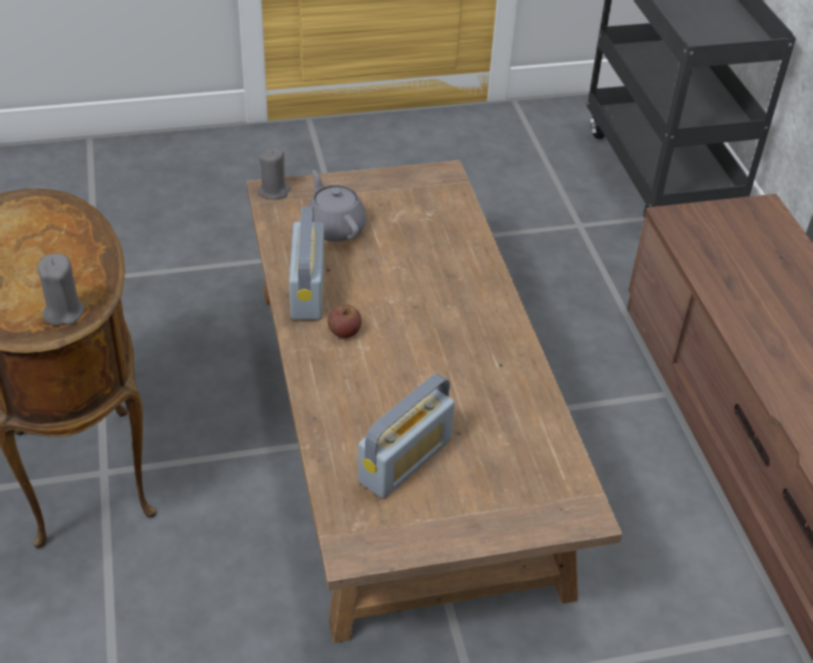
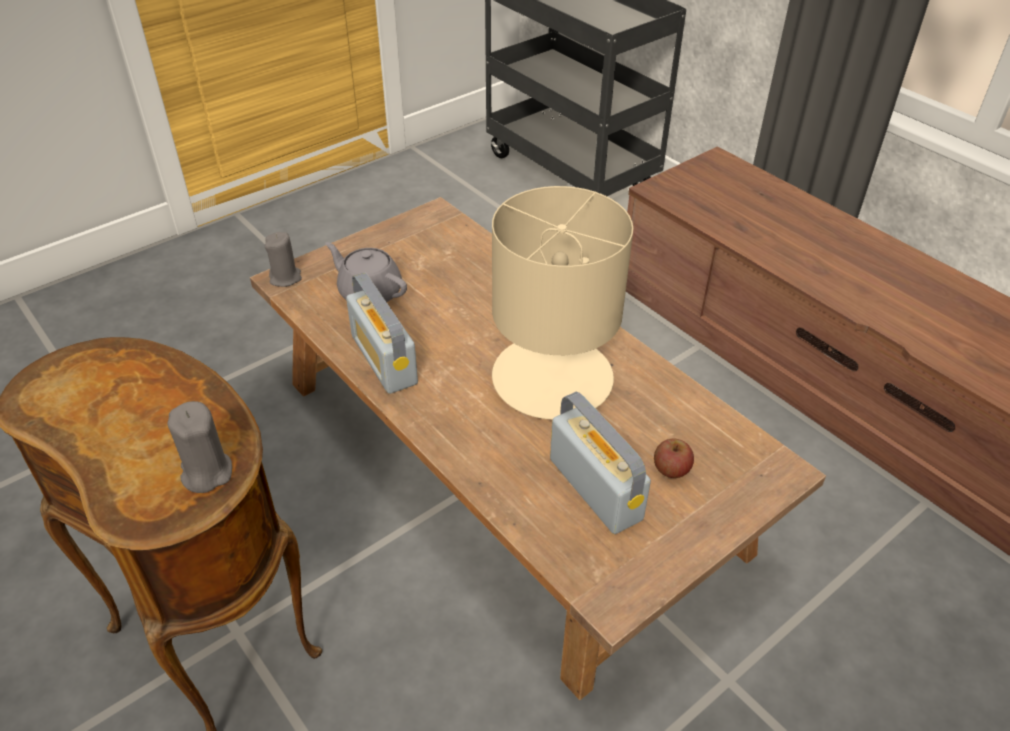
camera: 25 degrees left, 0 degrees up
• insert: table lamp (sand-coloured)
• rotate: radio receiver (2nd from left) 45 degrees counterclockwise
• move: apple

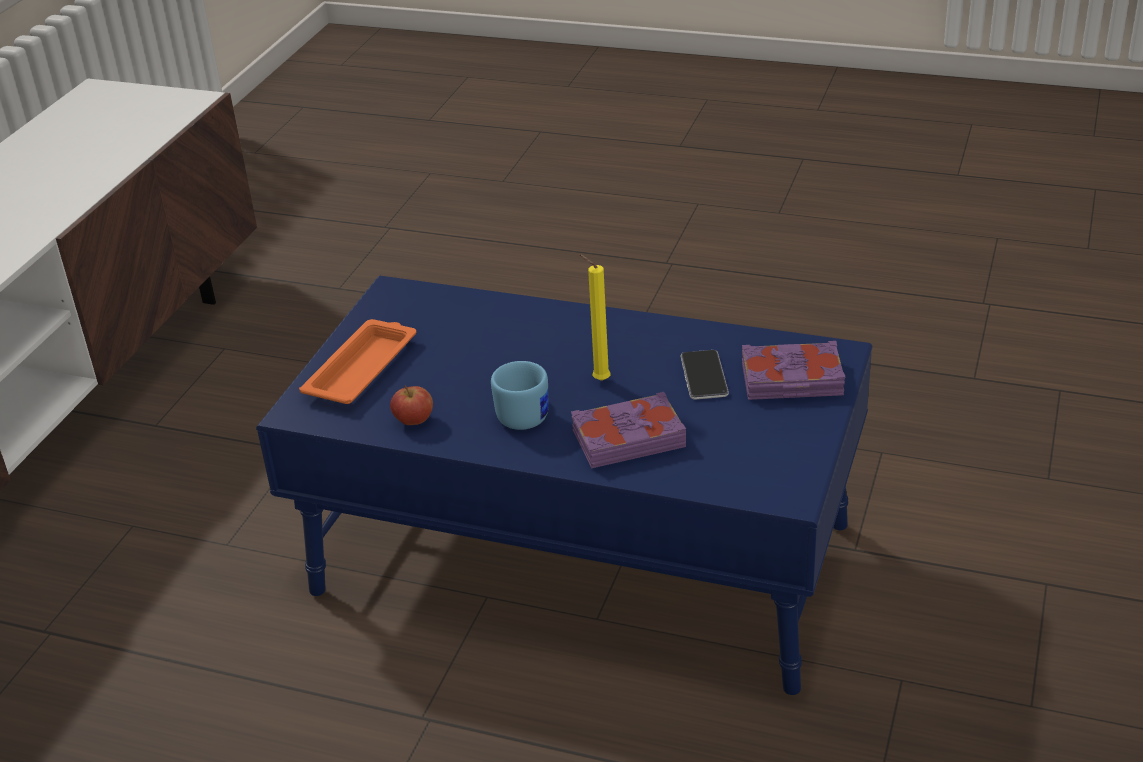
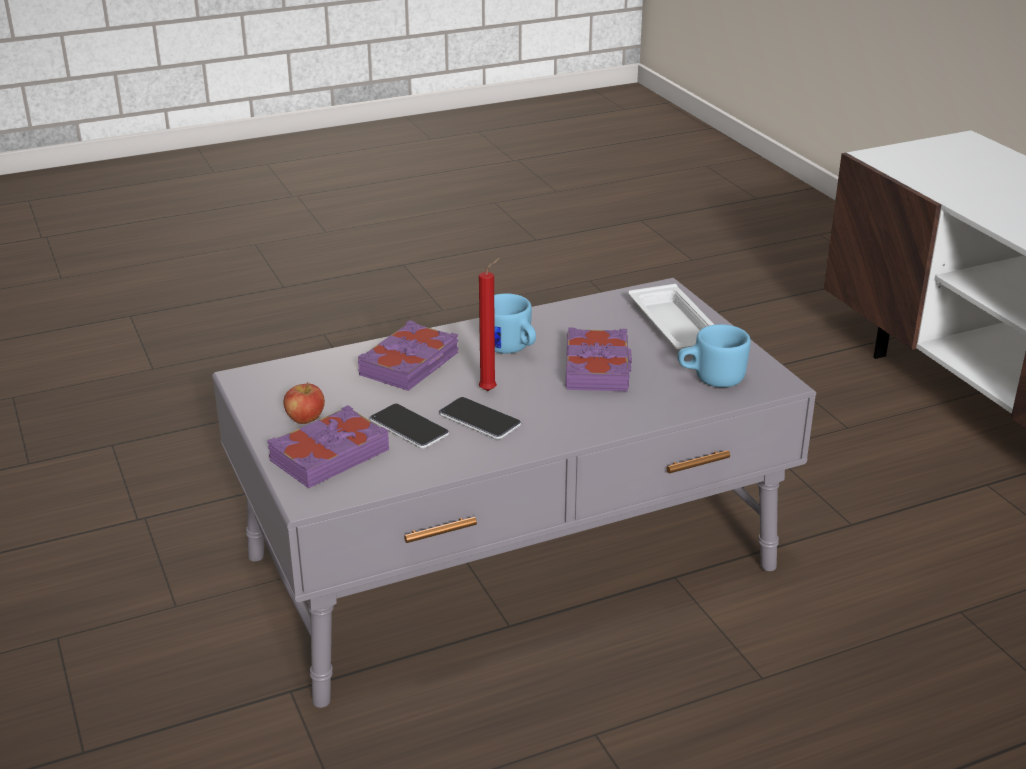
camera: 135 degrees right, 5 degrees down
• recolor: lounge table (bluish) to lounge table (greyish)
• move: apple
• insert: handset (2nd from left)
• recolor: wax candle (yellowish) to wax candle (reddish)
• insert: bound book (purple-coloured) (3rd from left)
• recolor: serving tray (orangey) to serving tray (white-coloured)
• insert: tea mug (bluish) (2nd from left)

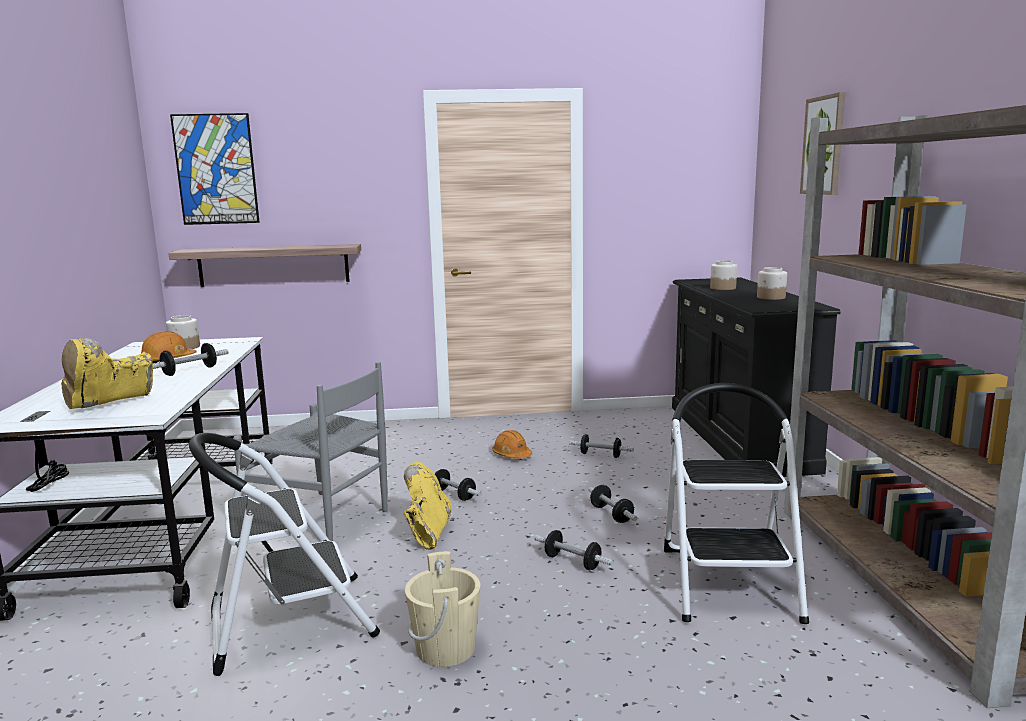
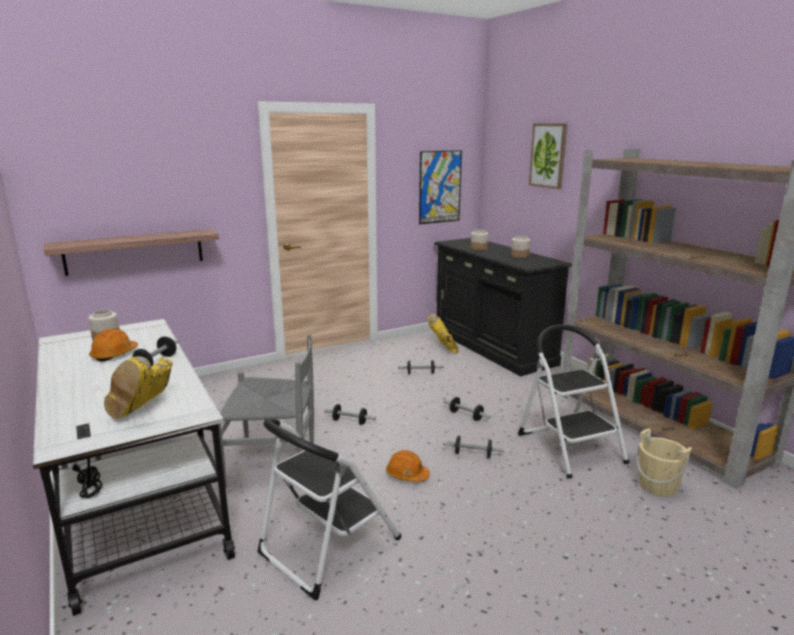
camera: 25 degrees left, 5 degrees up
• move: hard hat (orangey) (2nd from left)
• move: picture (1st from left)
• move: tall boot (yellowish) (2nd from left)
• move: water bucket (sand-coloured)

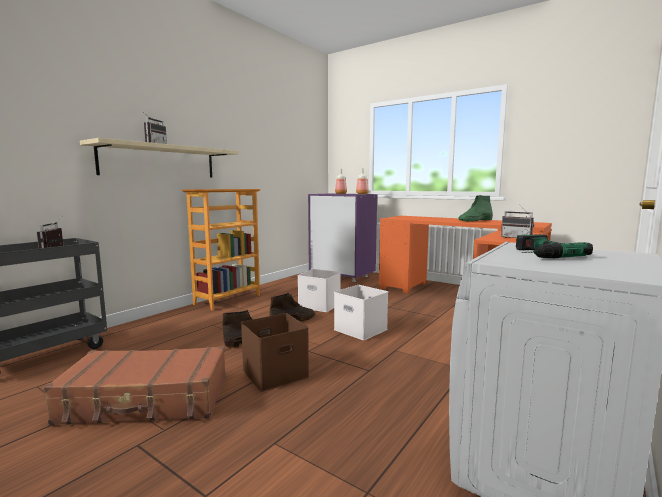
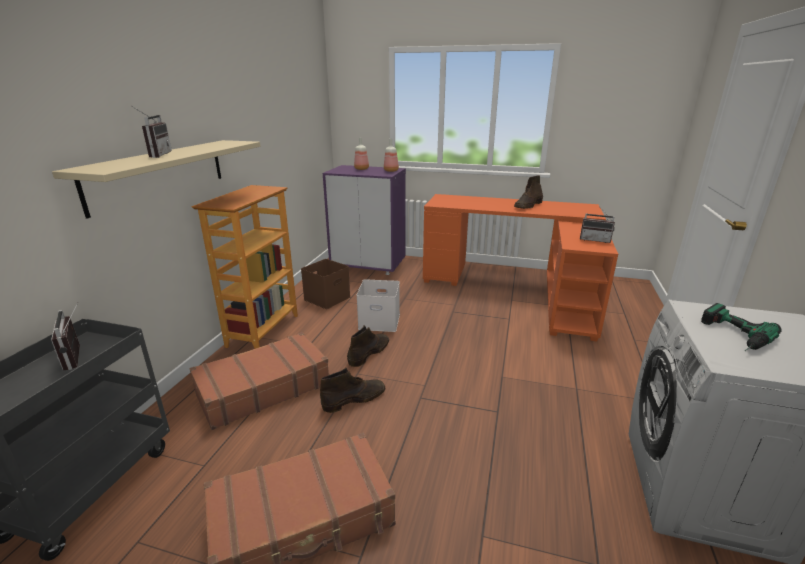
camera: 20 degrees left, 15 degrees up
• insert: travel case (brownish) (1st from left)
• move: storage bin (brownish)
• recolor: tall boot (greenish) to tall boot (brownish) (3rd from left)
• delete: storage bin (white-coloured) (2nd from left)

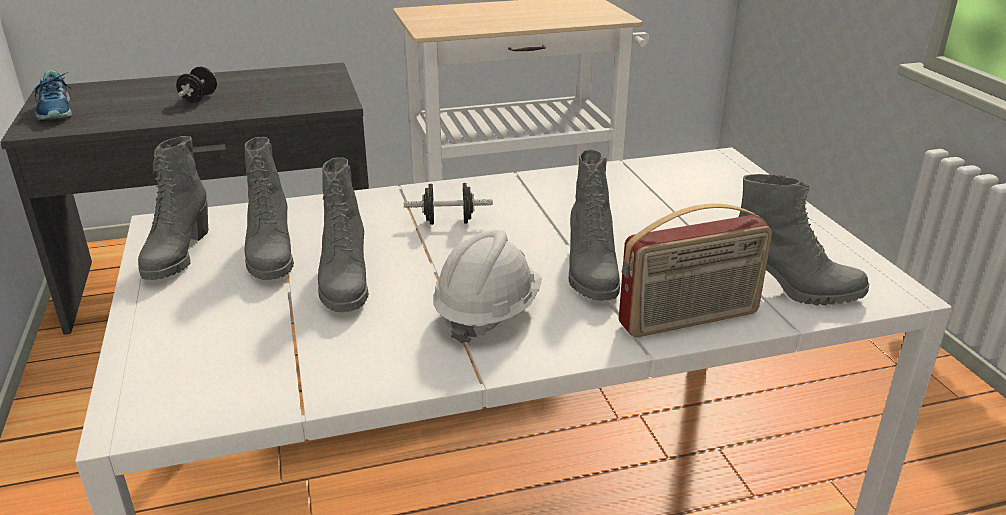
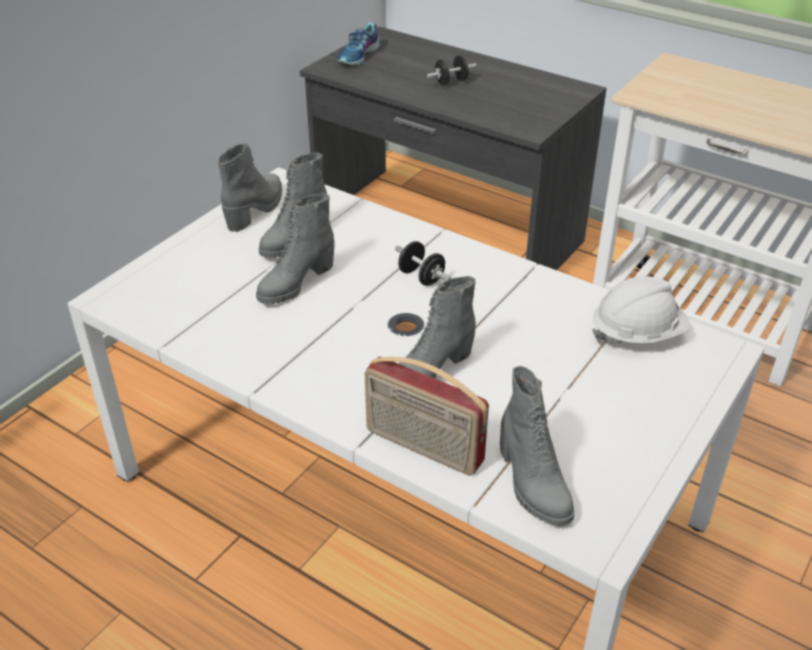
camera: 50 degrees right, 10 degrees up
• rotate: tall boot (greyish) (1st from left) 150 degrees clockwise
• move: hard hat (white-coloured)

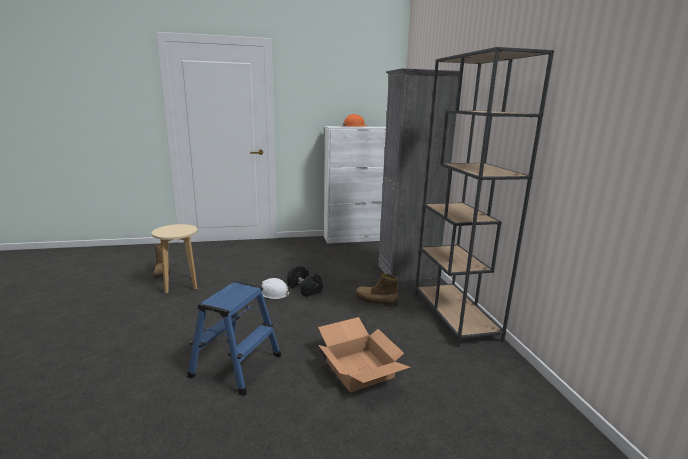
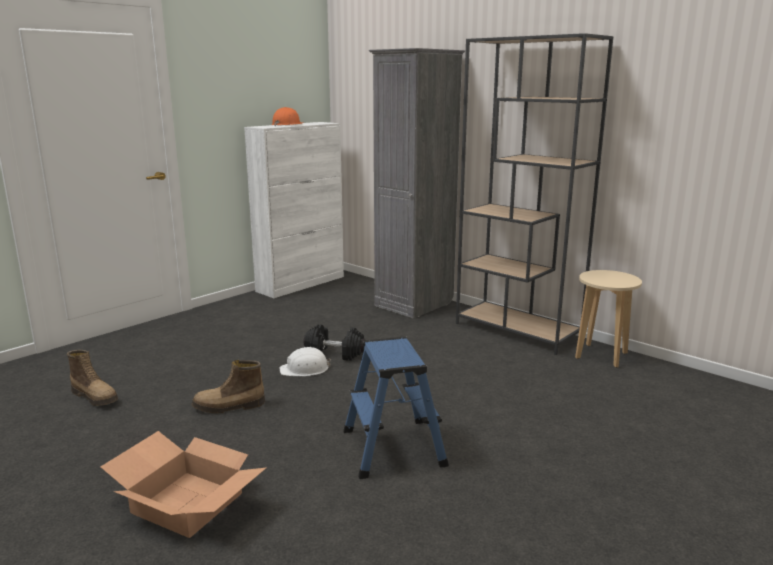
camera: 35 degrees left, 0 degrees up
• move: carton
• move: tall boot (2nd from left)
• move: sitting stool (sand-coloured)

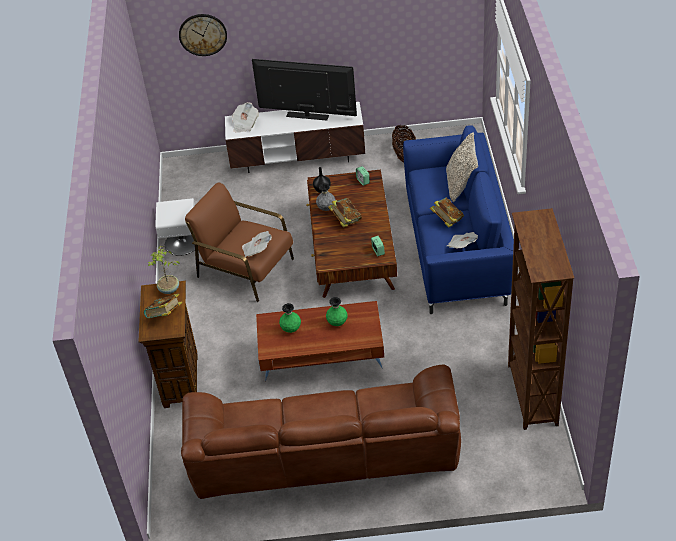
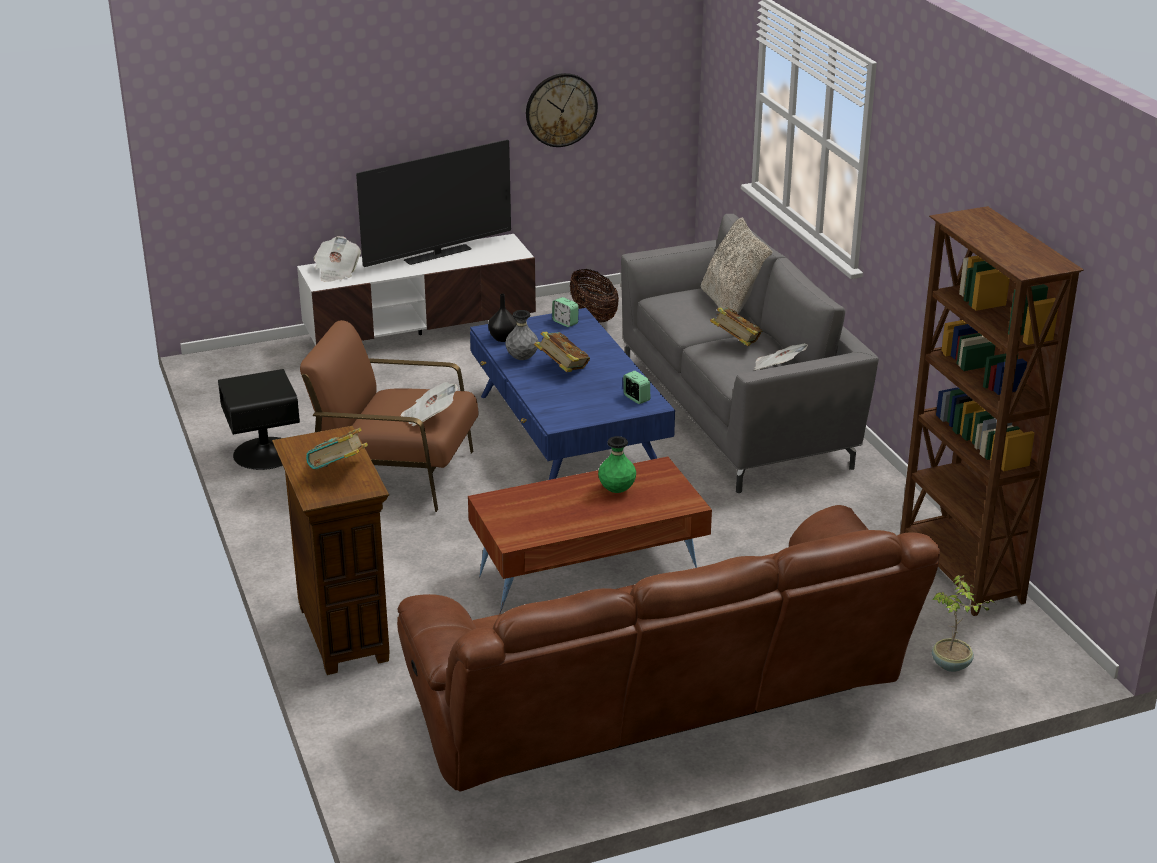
camera: 20 degrees left, 15 degrees down
• recolor: bedside table (white-coloured) to bedside table (blackish)
• rotate: television 150 degrees clockwise
• recolor: lounge table (brownish) (2nd from left) to lounge table (bluish)
• move: clock on the wall
• recolor: settee (bluish) to settee (greyish)
• move: potted plant
• delete: vase (greenish) (1st from left)

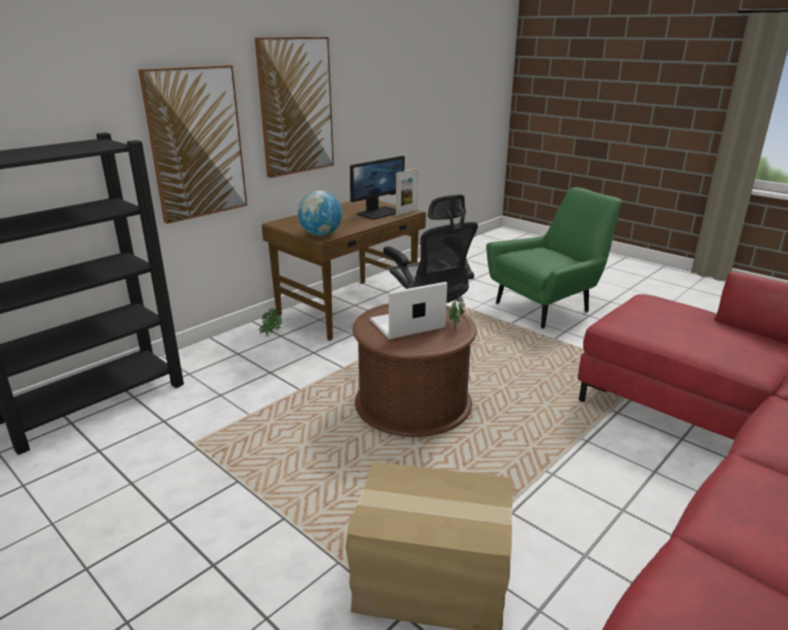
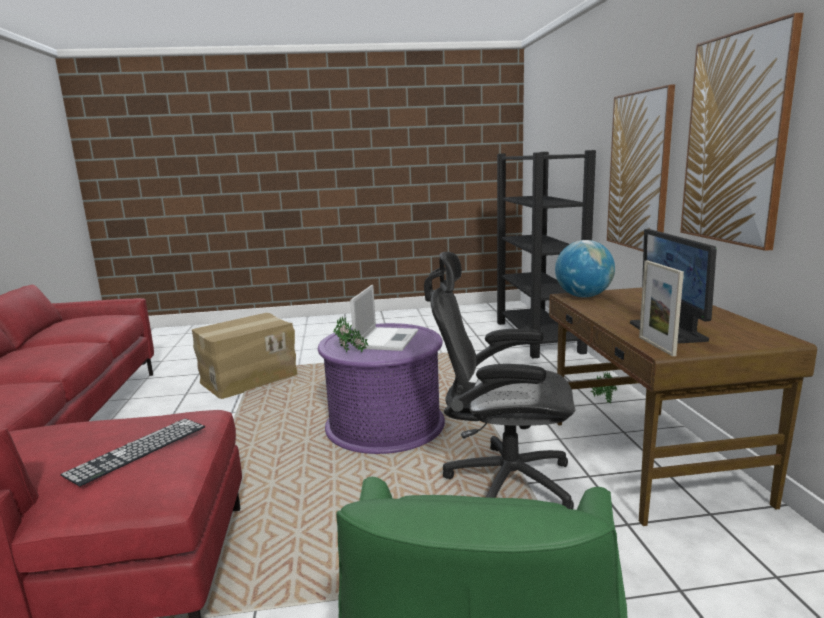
camera: 130 degrees right, 10 degrees down
• insert: keyboard
• recolor: lounge table (brownish) to lounge table (purple-coloured)

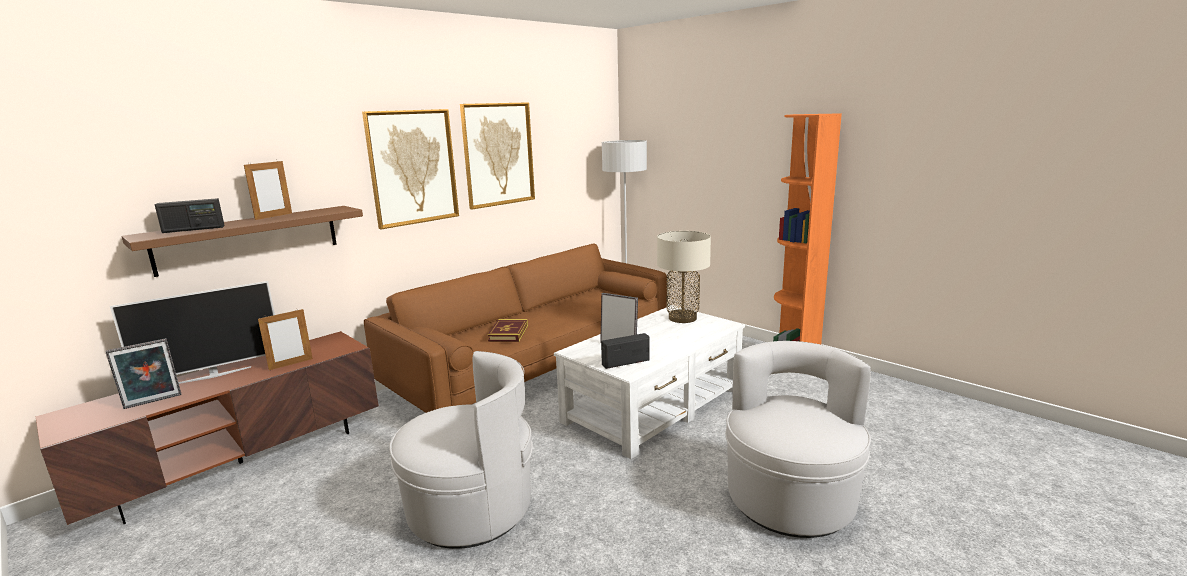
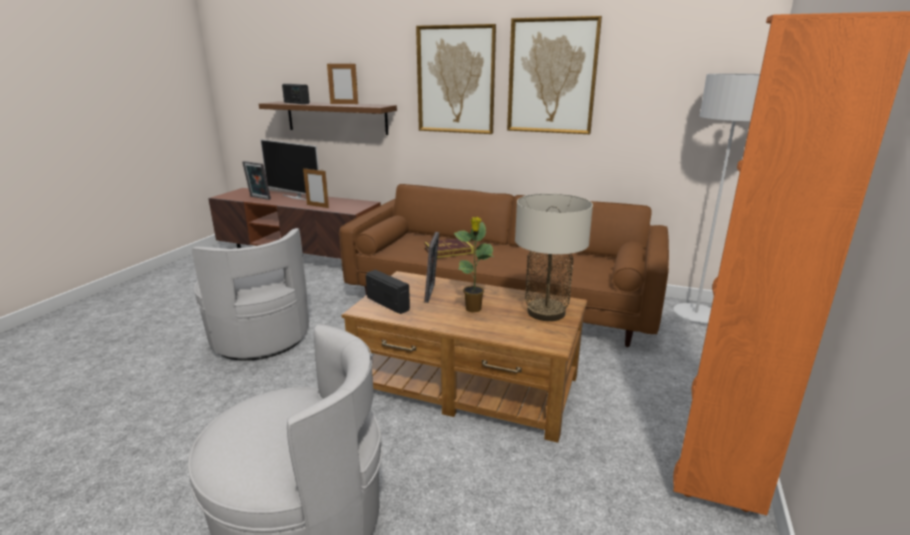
camera: 65 degrees right, 5 degrees up
• recolor: lounge table (white-coloured) to lounge table (brownish)
• insert: potted plant

